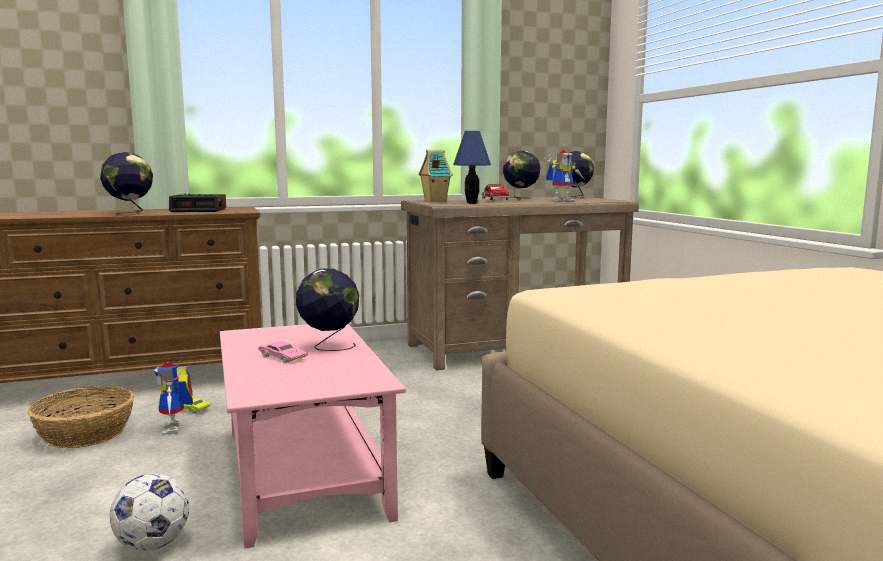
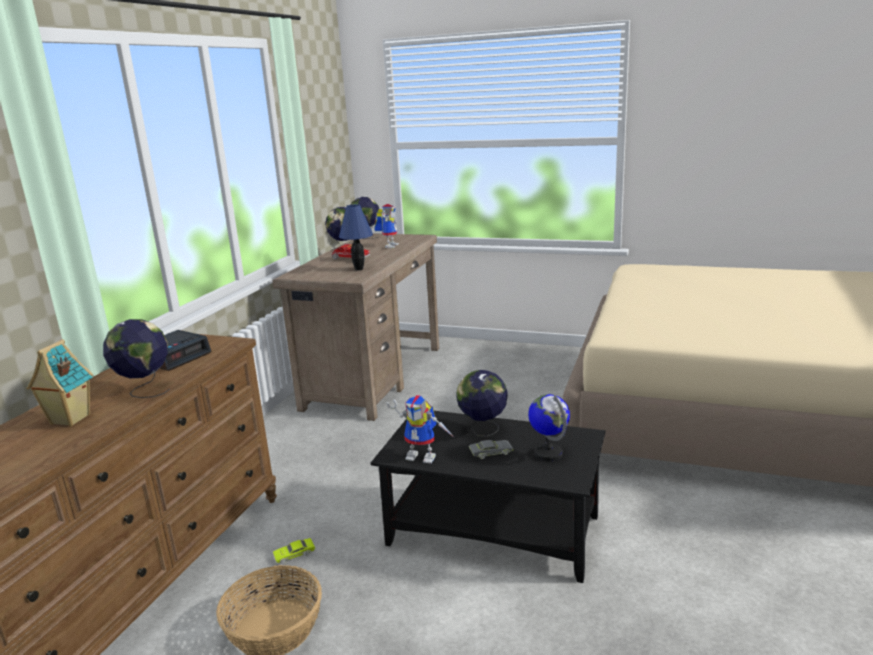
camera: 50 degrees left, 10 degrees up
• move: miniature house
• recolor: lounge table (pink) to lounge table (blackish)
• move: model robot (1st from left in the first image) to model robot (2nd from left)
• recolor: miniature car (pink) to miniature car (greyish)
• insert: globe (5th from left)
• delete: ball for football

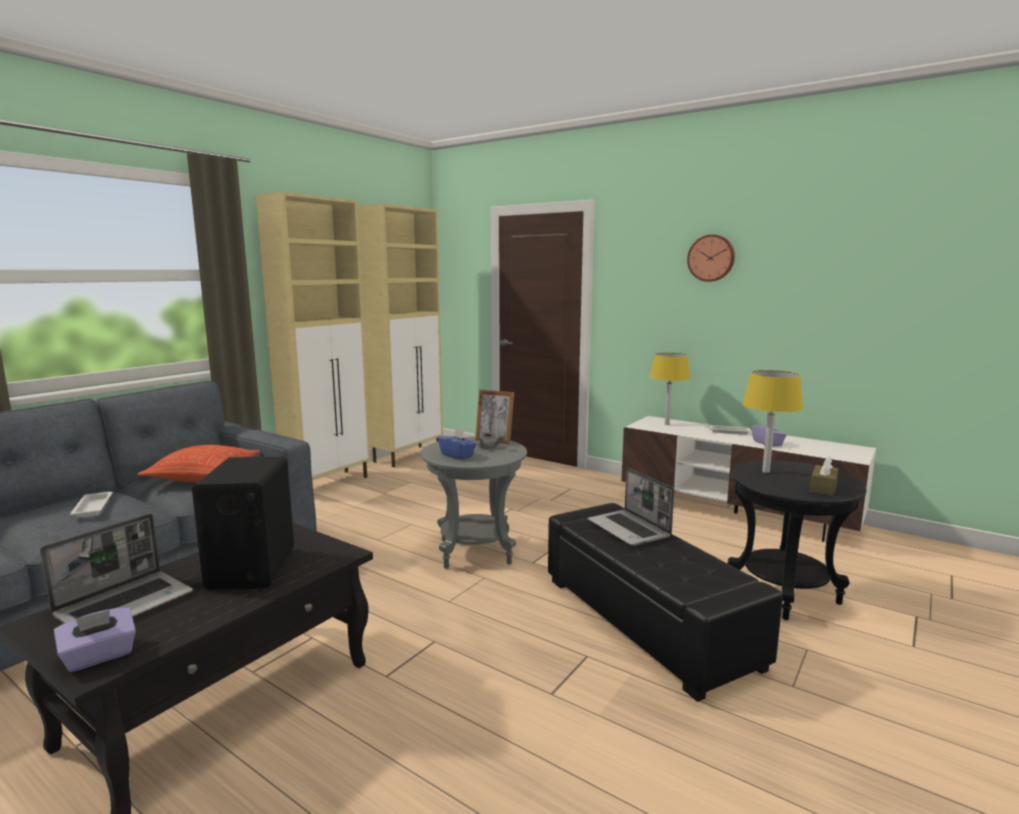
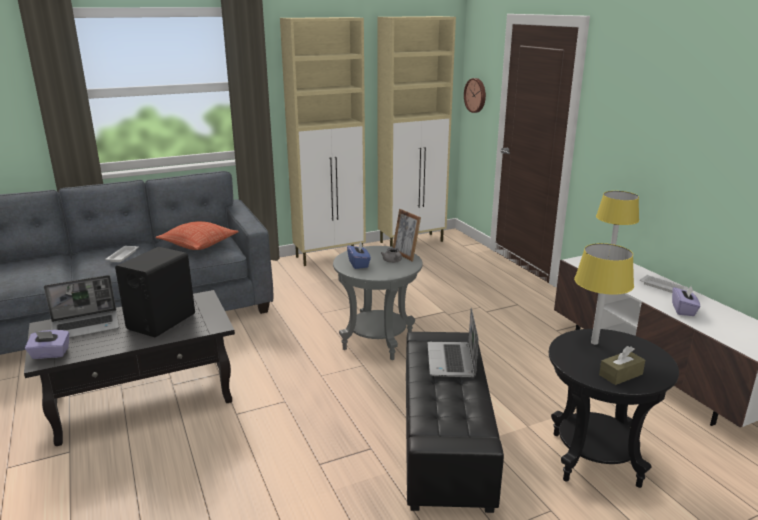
camera: 30 degrees right, 10 degrees up
• move: clock on the wall

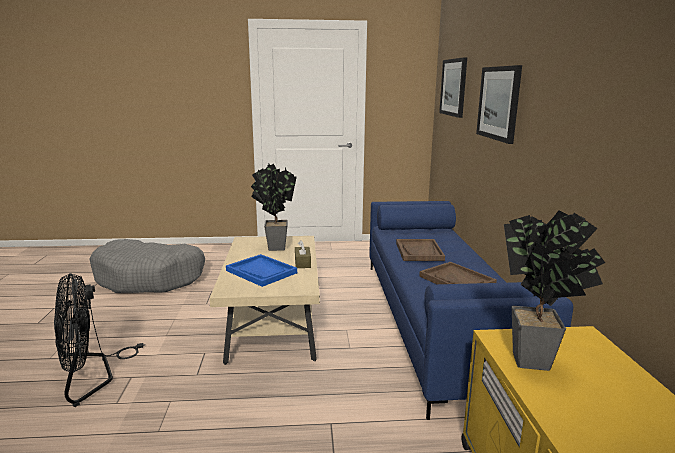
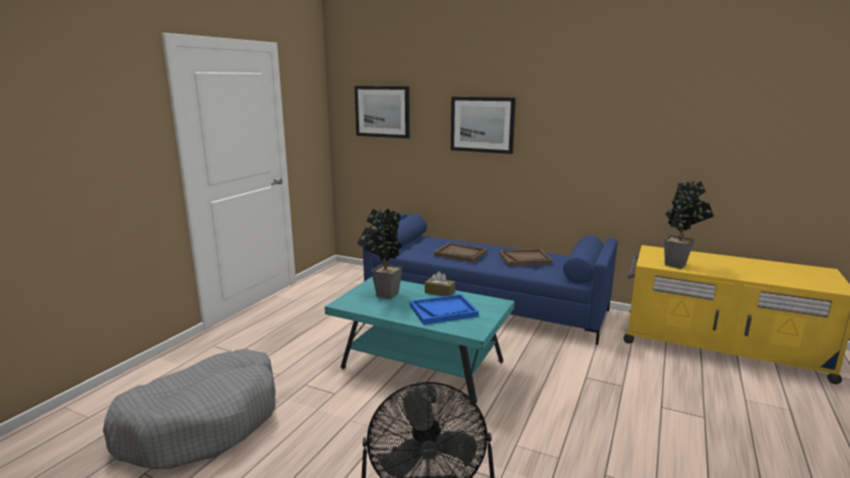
camera: 60 degrees left, 0 degrees up
• recolor: lounge table (sand-coloured) to lounge table (turquoise)

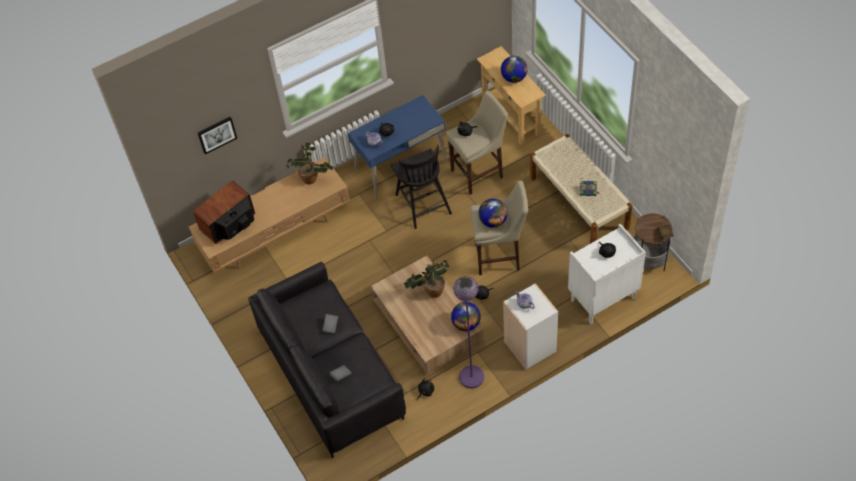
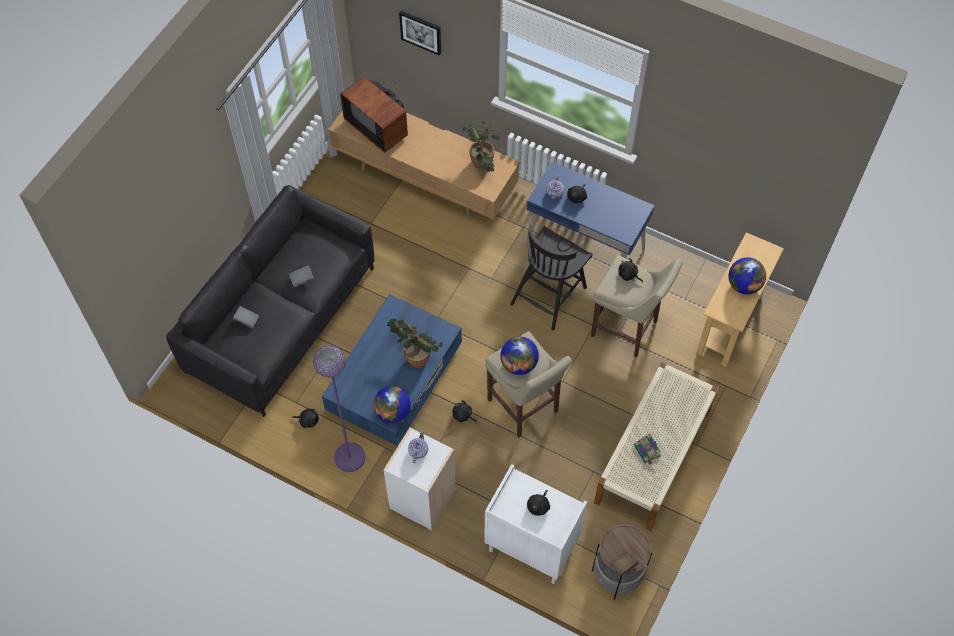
camera: 55 degrees right, 5 degrees up
• recolor: lounge table (brownish) to lounge table (bluish)
• rotate: television 150 degrees counterclockwise

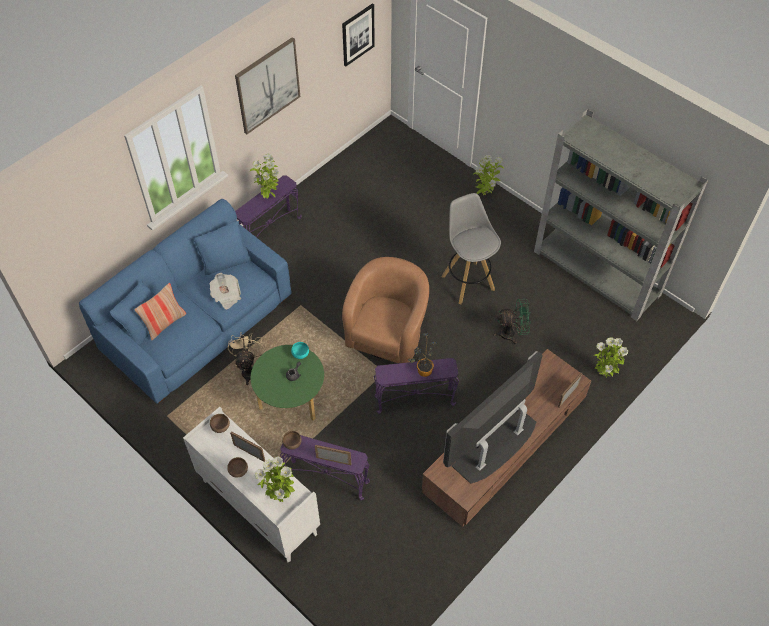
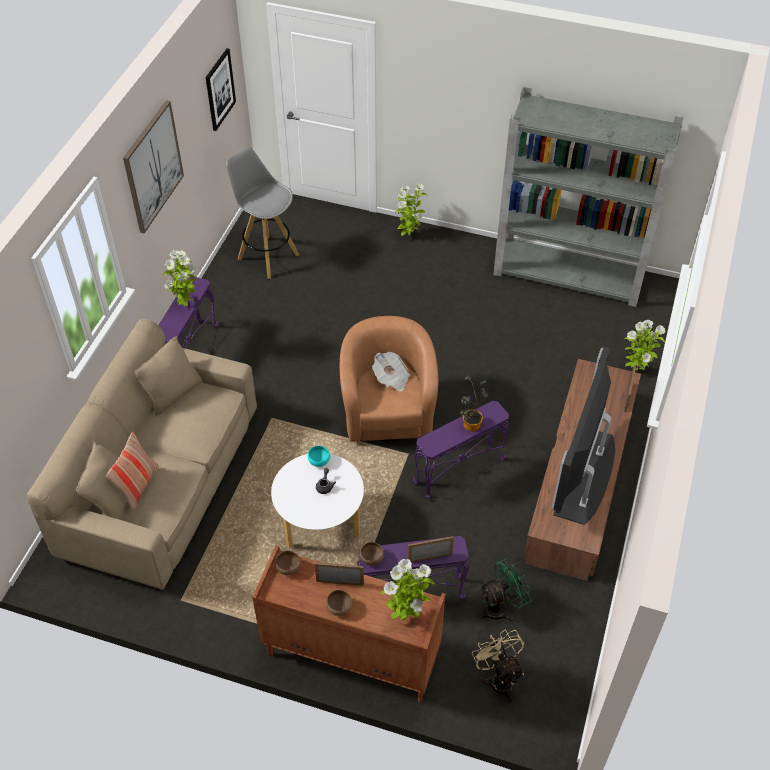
camera: 25 degrees left, 5 degrees down
• recolor: settee (bluish) to settee (sand-coloured)
• move: sitting stool (greyish)
• recolor: storage cabinet (white-coloured) to storage cabinet (brownish)
• recolor: lounge table (greenish) to lounge table (white-coloured)
• move: printed paper
• move: fan (sand-coloured)
• move: fan (greenish)

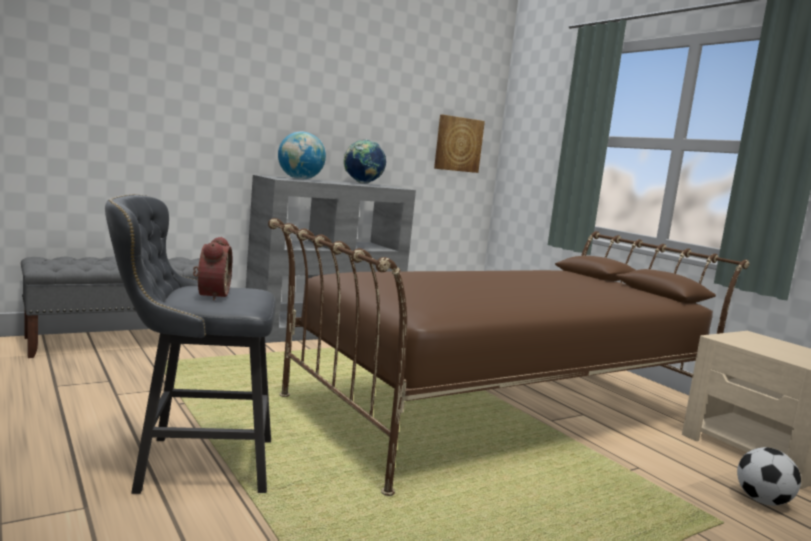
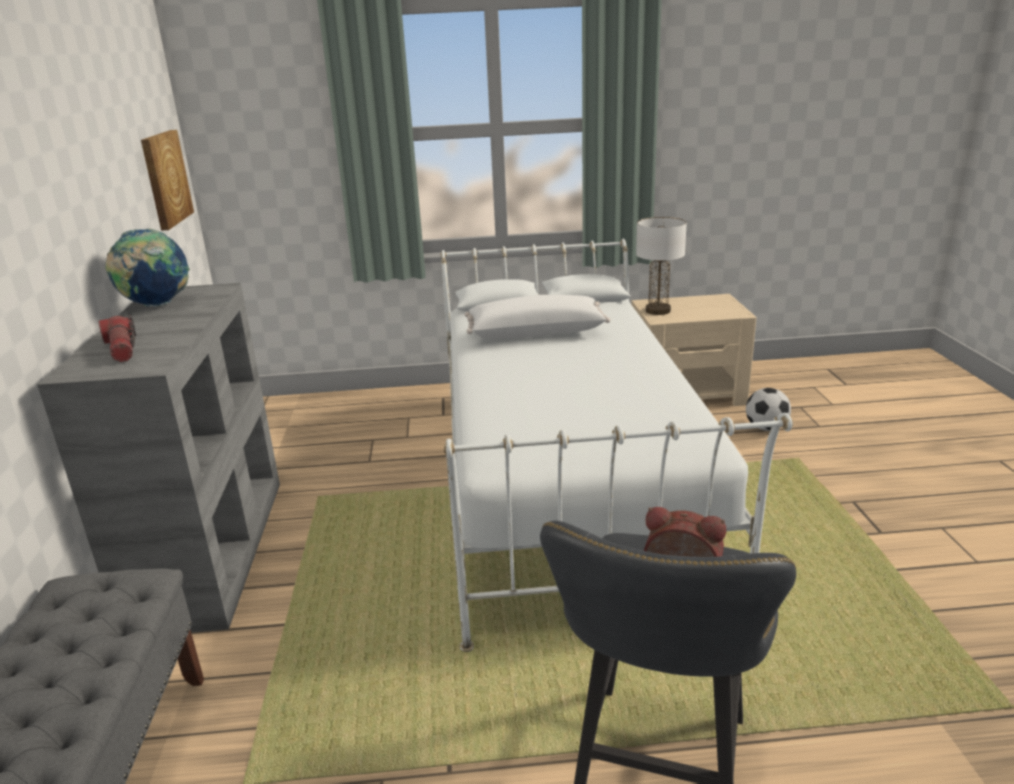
camera: 60 degrees left, 15 degrees up
• replace: globe (1st from left) to hand torch
• recolor: sleeping bed (brownish) to sleeping bed (white-coloured)
• insert: throw pillow (white-coloured)
• insert: table lamp

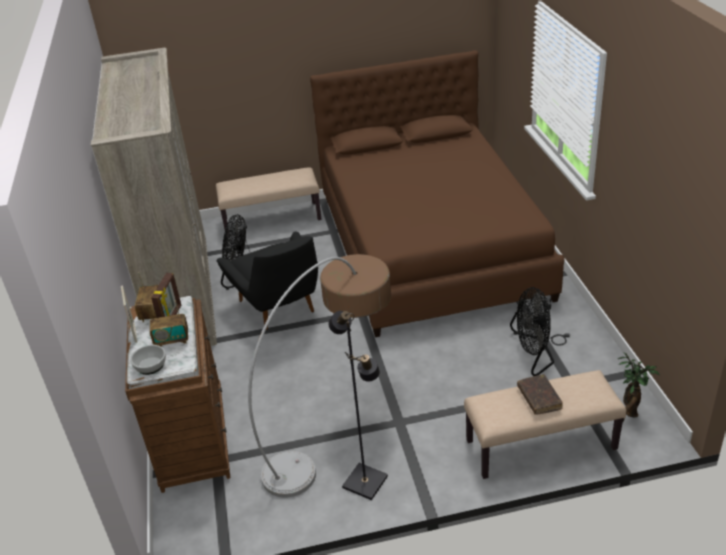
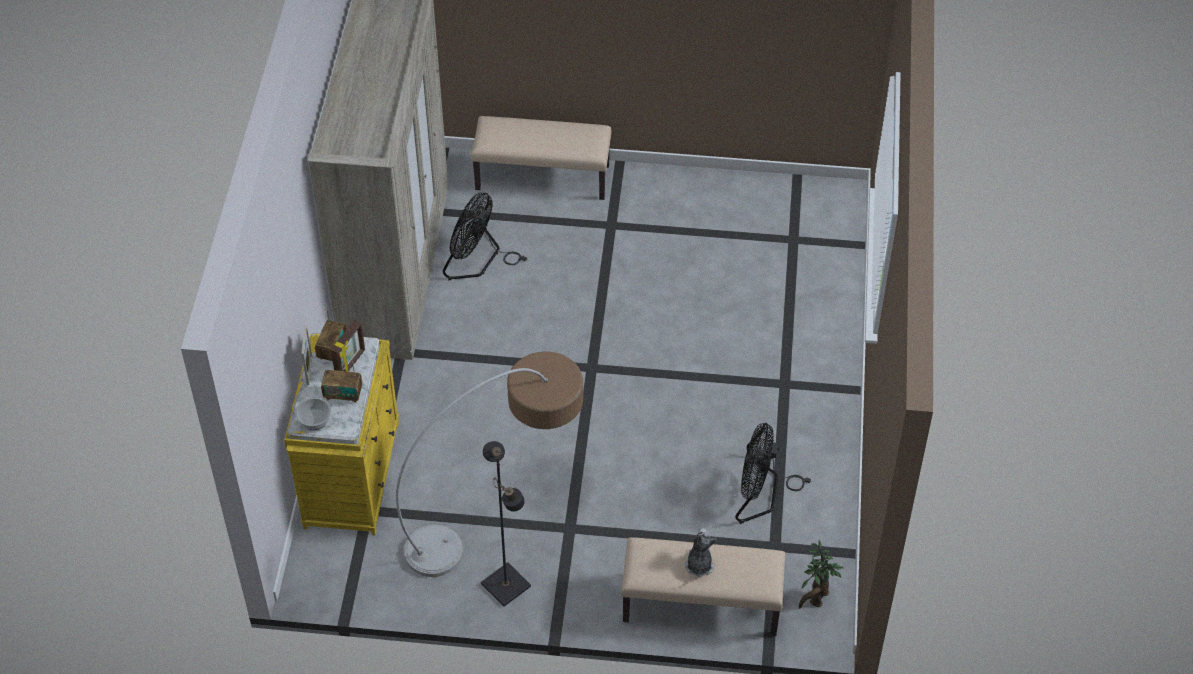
camera: 15 degrees right, 15 degrees up
• recolor: chest of drawers (brownish) to chest of drawers (yellowish)
• replace: bound book (brownish) to soft toy
• delete: easy chair (blackish)
• delete: sleeping bed (brownish)

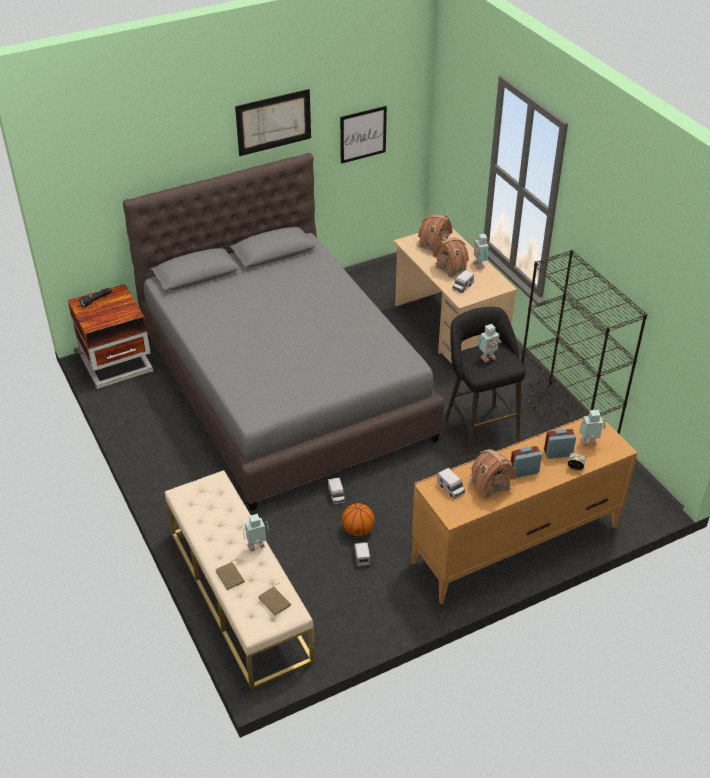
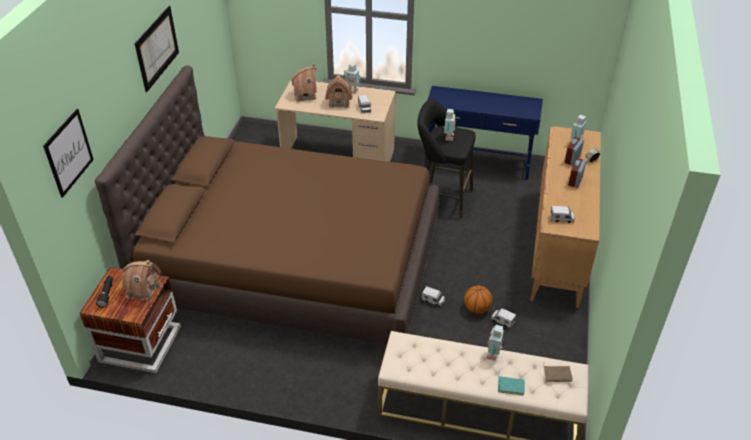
camera: 50 degrees left, 0 degrees up
• move: picture (2nd from left in the first image) to picture (1st from left)
• recolor: sleeping bed (greyish) to sleeping bed (brownish)
• move: miniature house (3rd from left in the first image) to miniature house (1st from left)
• replace: shelving unit (blackish) to narrow table (bluish)
• recolor: bound book (brownish) (1st from left) to bound book (turquoise)

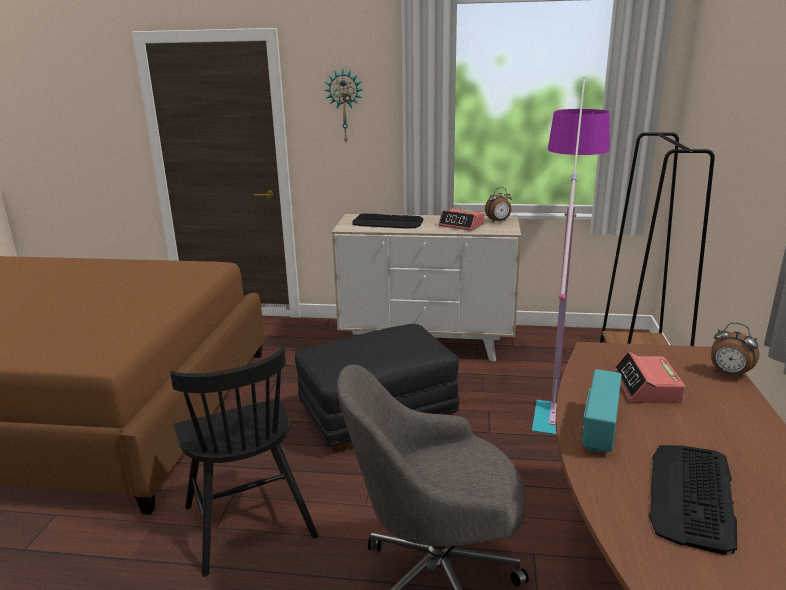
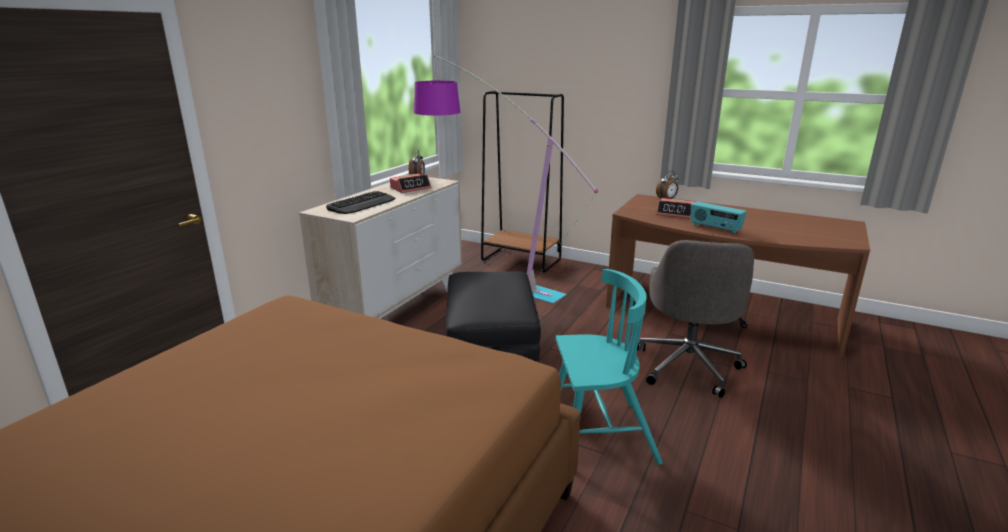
camera: 70 degrees left, 0 degrees up
• recolor: plain chair (blackish) to plain chair (turquoise)
• delete: clock on the wall
• delete: keyboard (2nd from left)

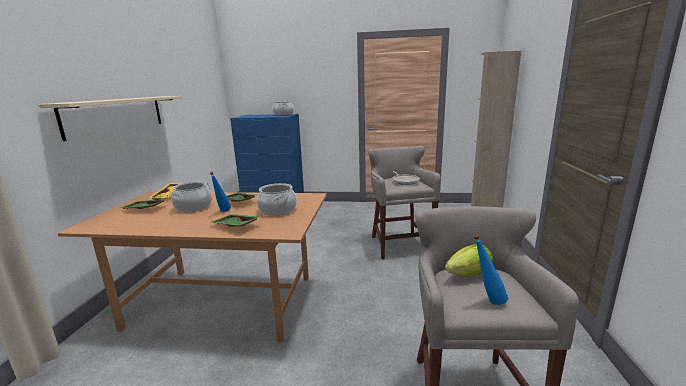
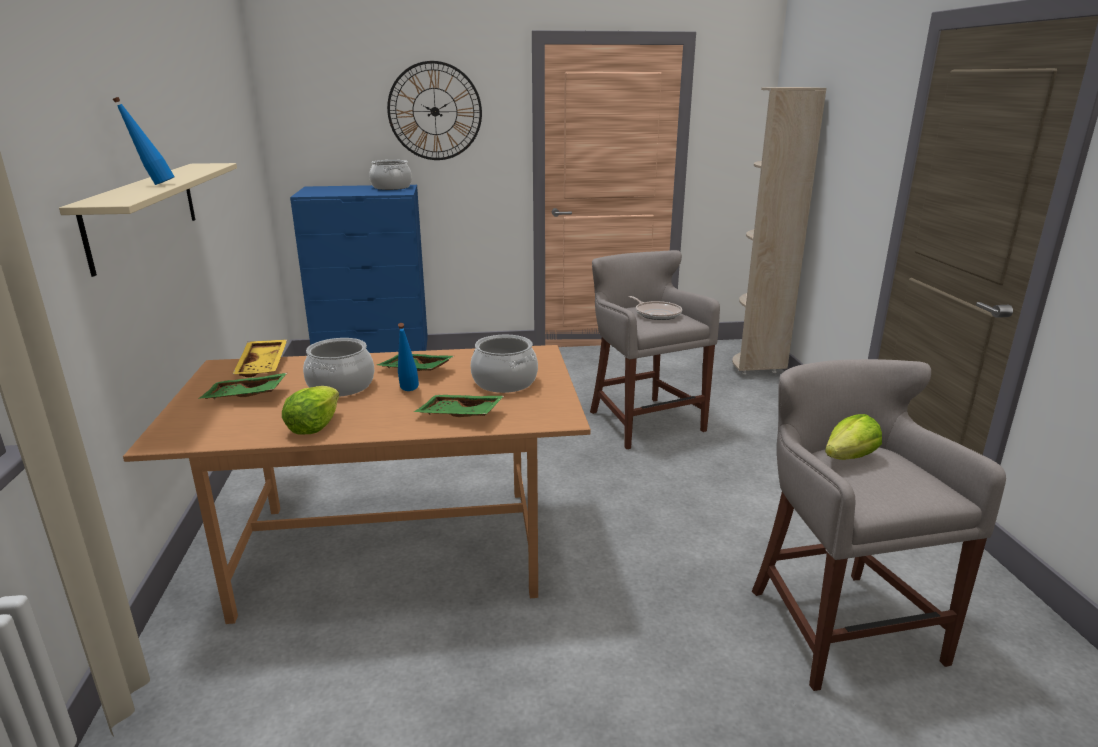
camera: 15 degrees left, 5 degrees up
• move: beverage bottle (bluish) (2nd from left in the first image) to beverage bottle (bluish) (1st from left)
• insert: lettuce (1st from left)
• insert: clock on the wall

